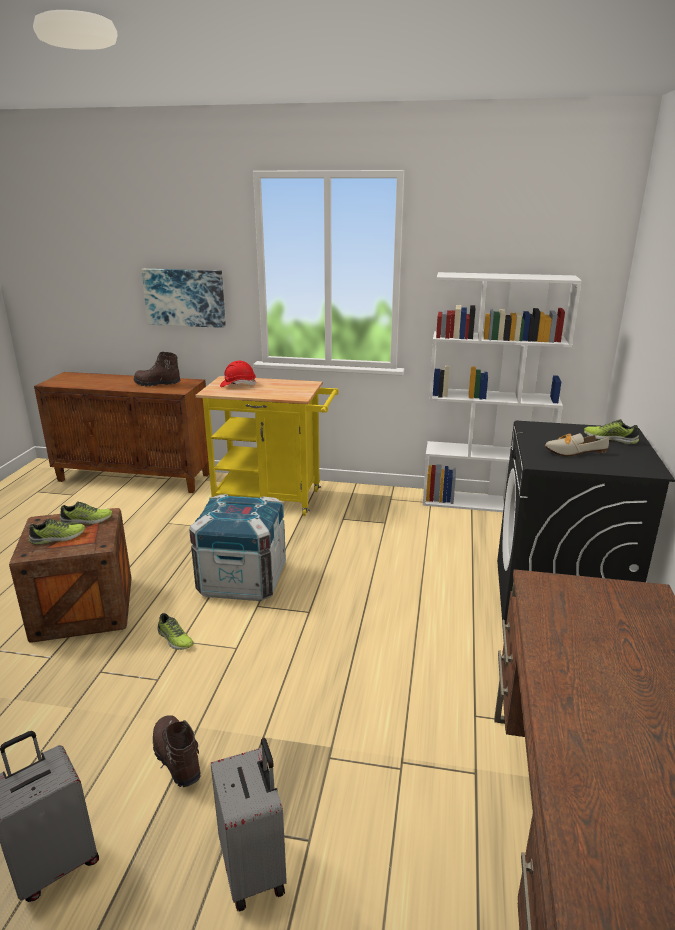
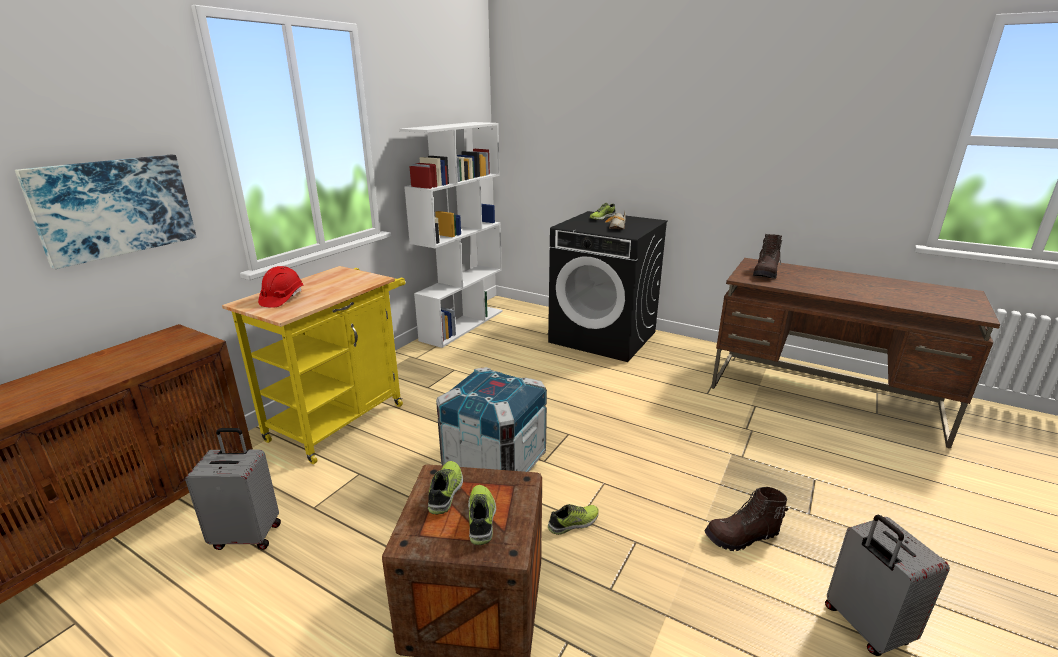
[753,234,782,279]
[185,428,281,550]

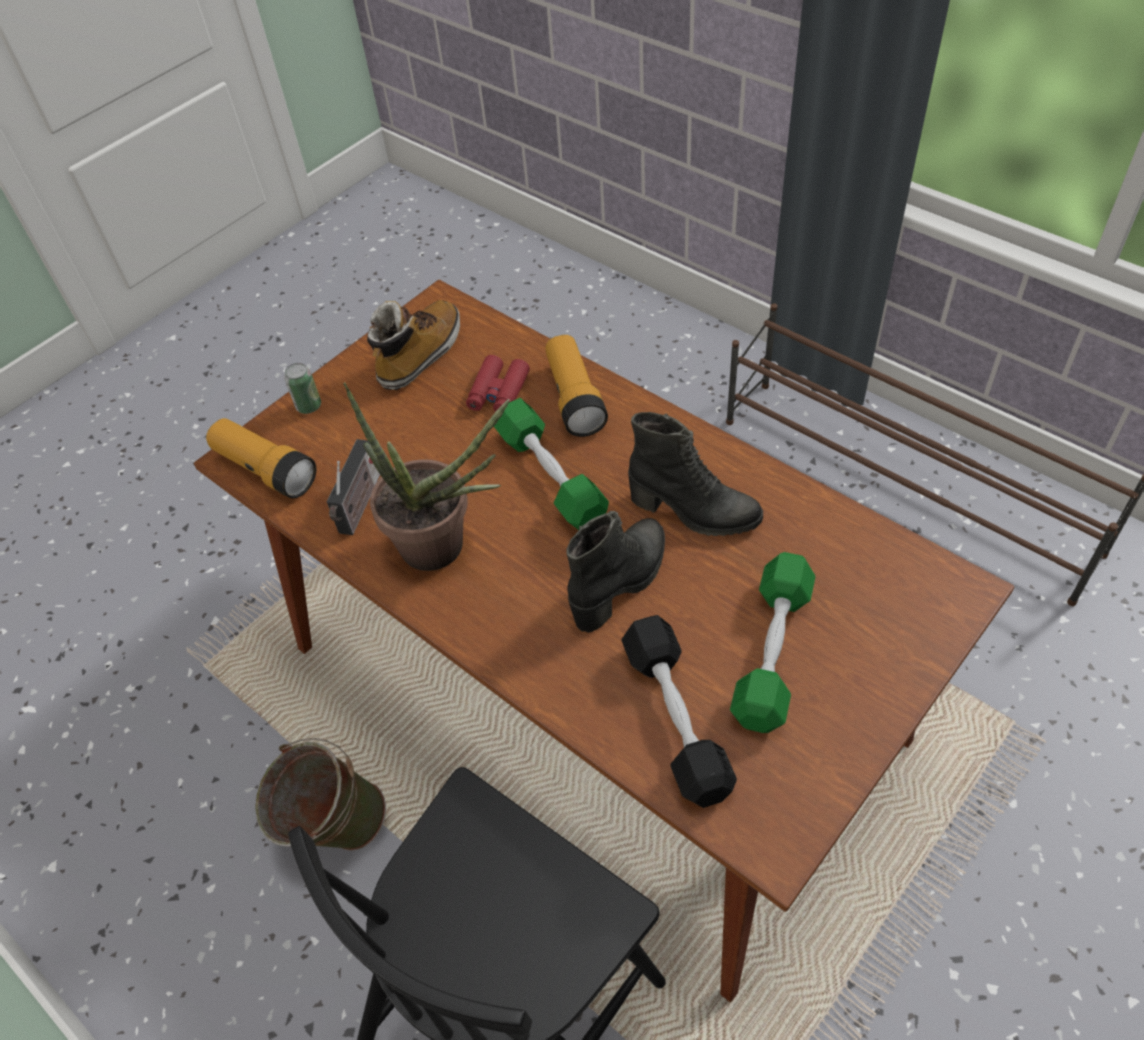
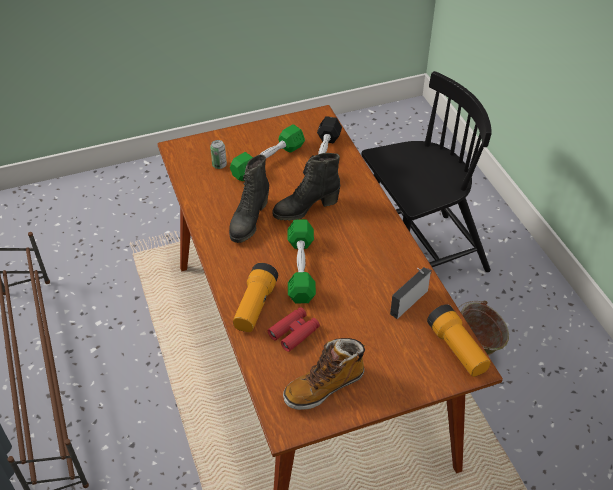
[210,140,227,169]
[343,382,510,571] (first image)
[229,154,269,243]

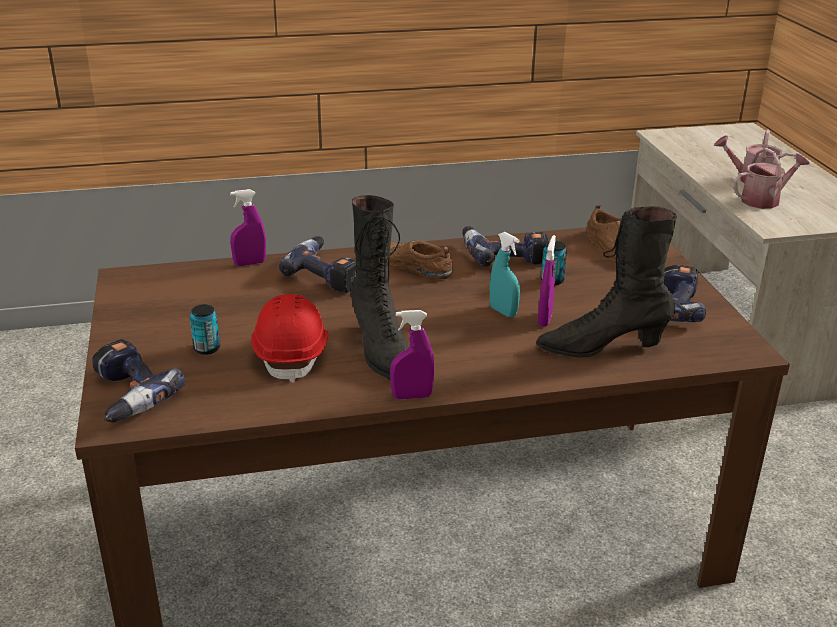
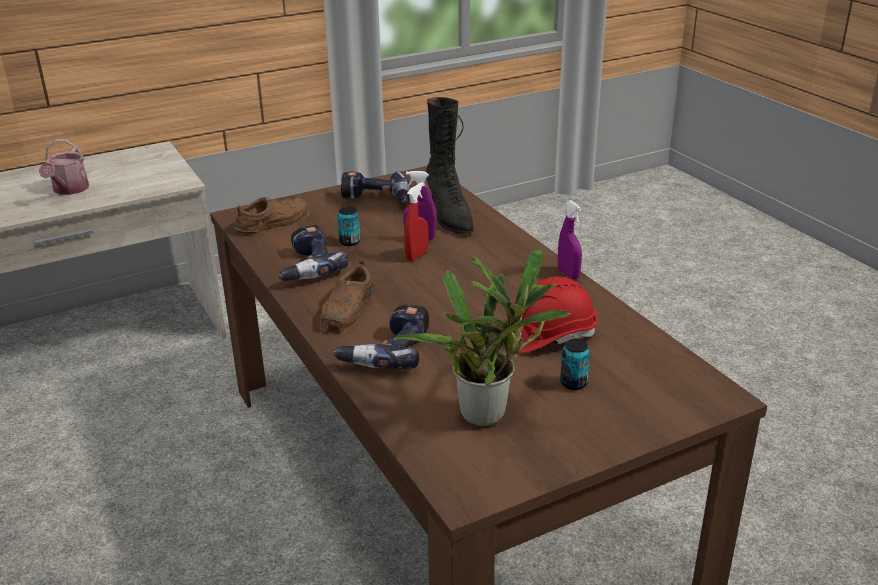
[733,148,809,209] (first image)
[230,189,266,266] (first image)
[351,195,408,381] (first image)
[404,183,429,261]
[92,339,185,423] (first image)
[393,248,571,427]

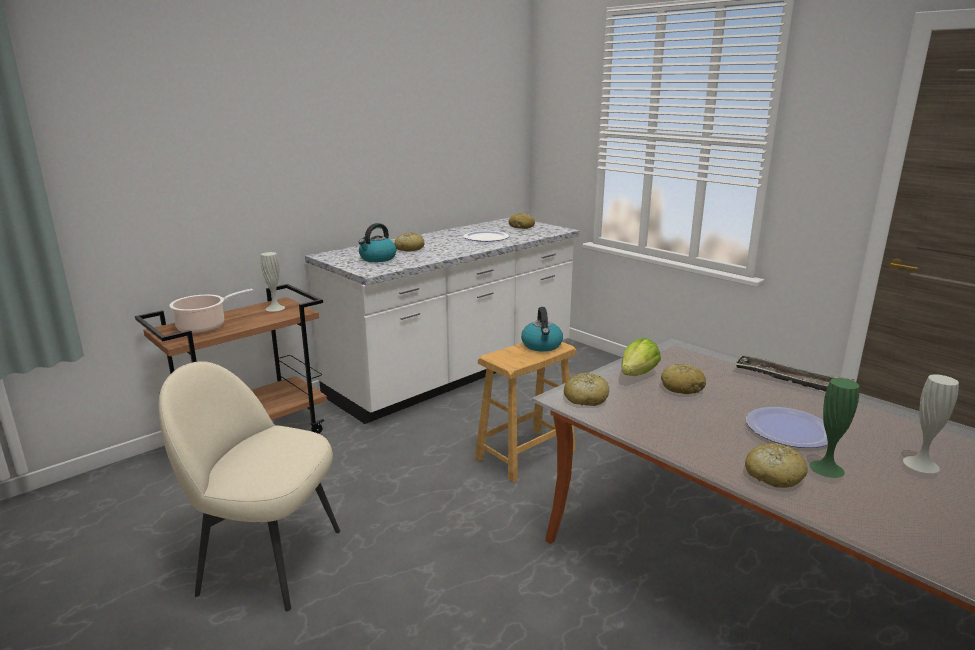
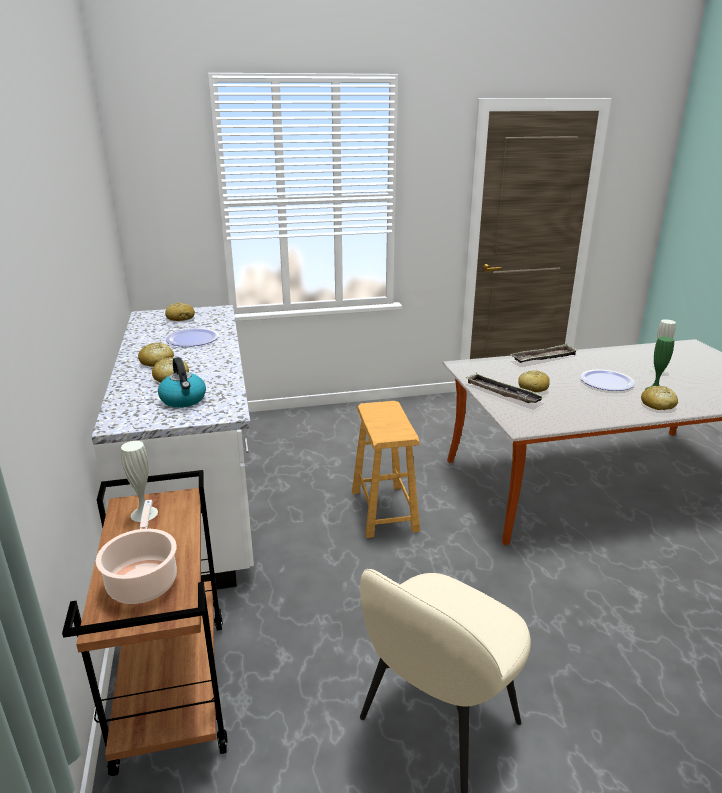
[521,307,563,352] (first image)
[465,374,545,403]
[138,343,174,367]

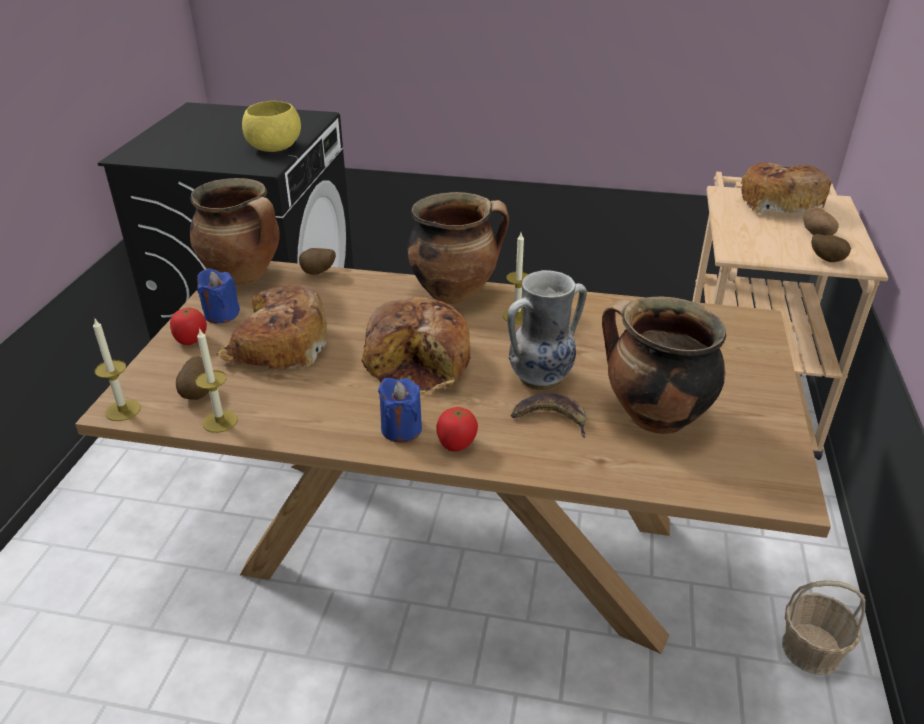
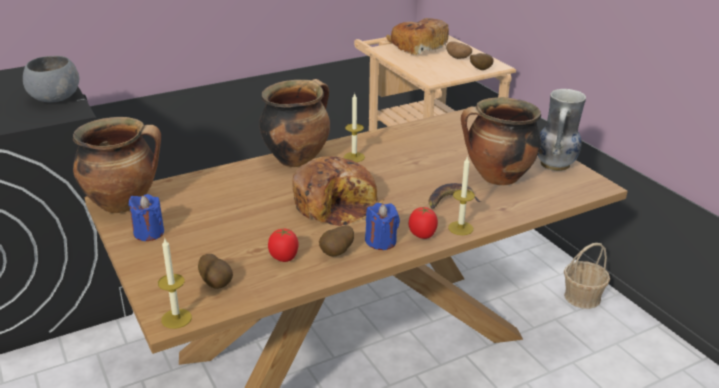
[23,56,79,103]
[319,225,354,257]
[537,89,586,171]
[216,284,328,370] (first image)
[268,229,299,262]
[448,156,475,235]

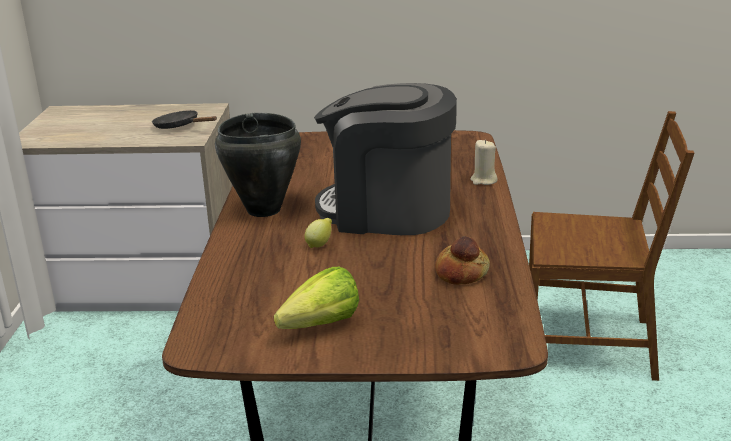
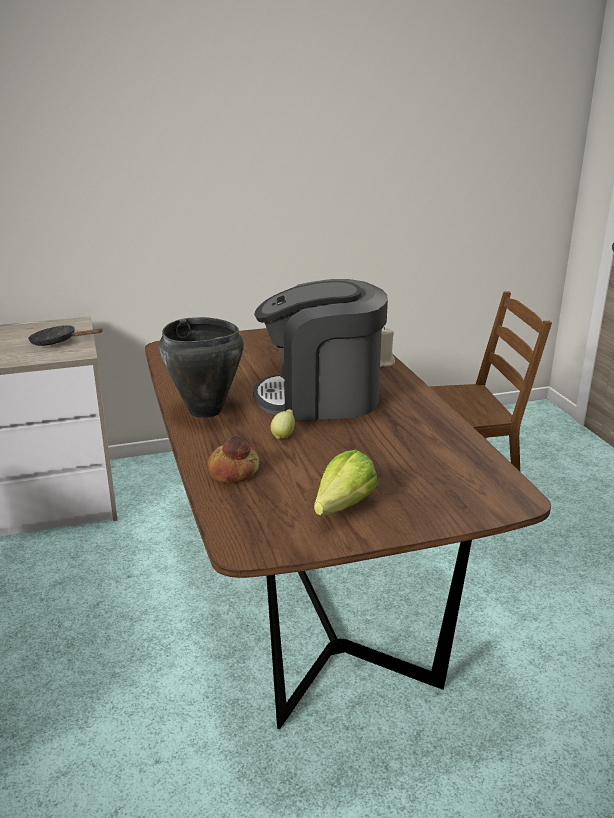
[207,436,259,483]

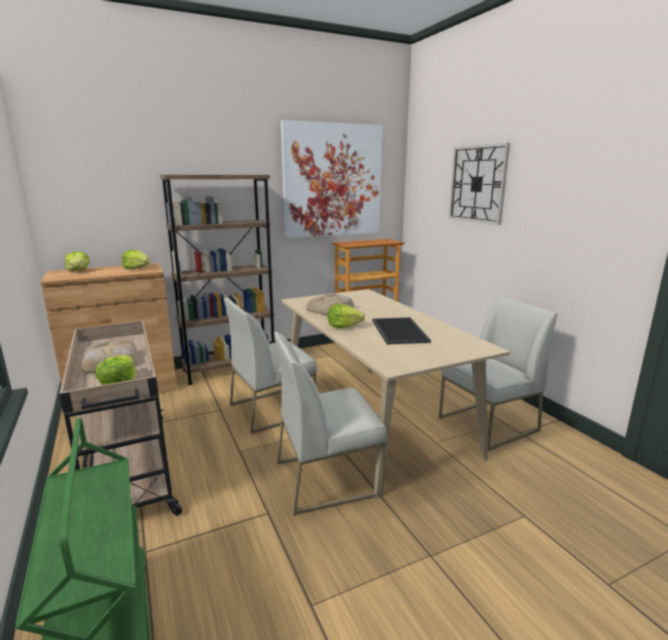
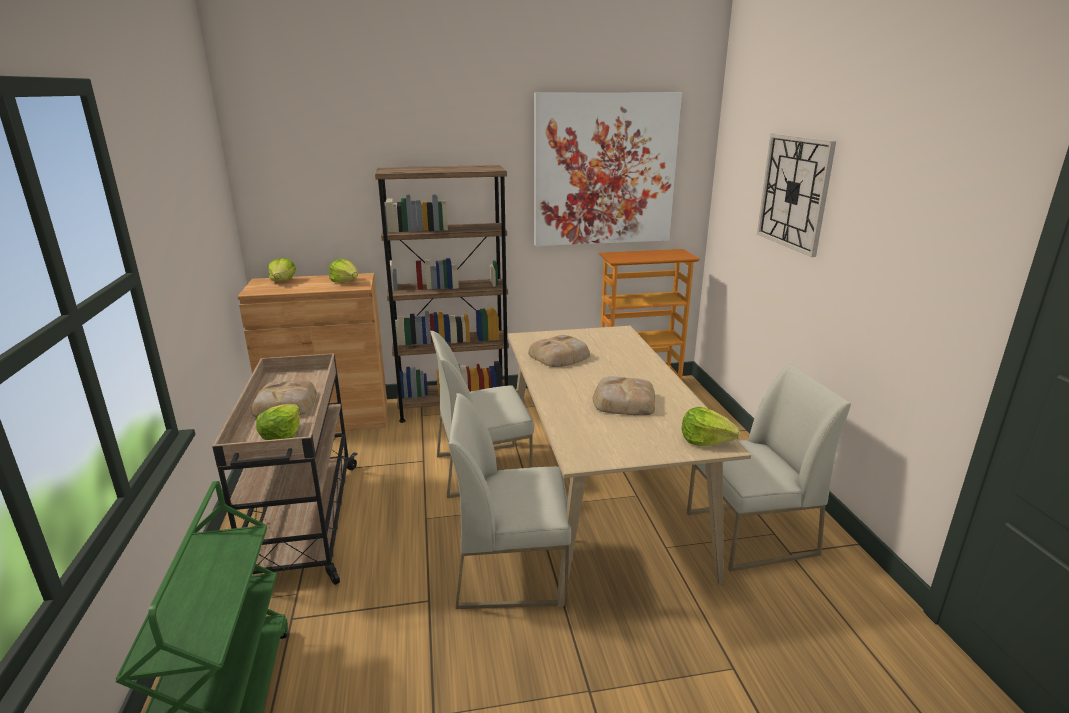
[682,407,740,446]
[593,377,655,415]

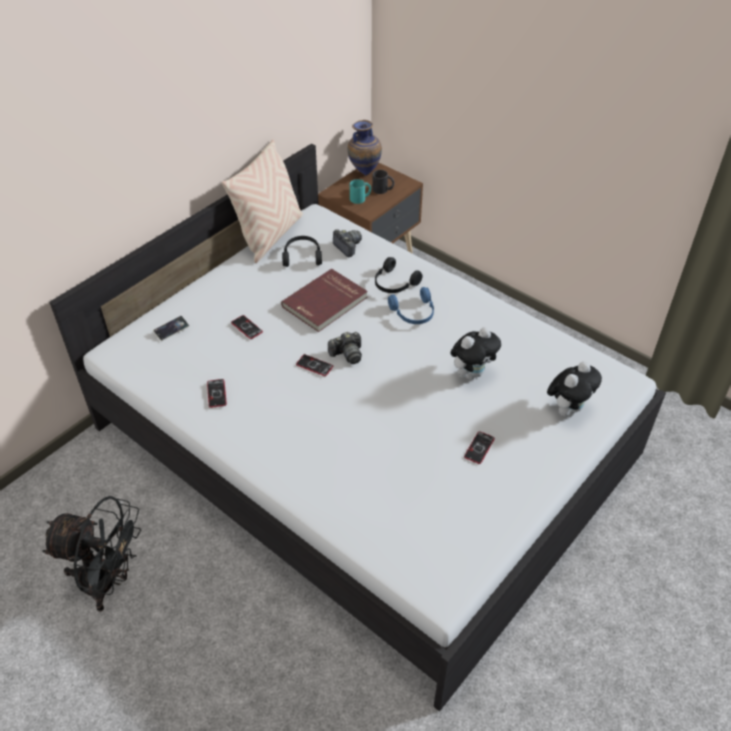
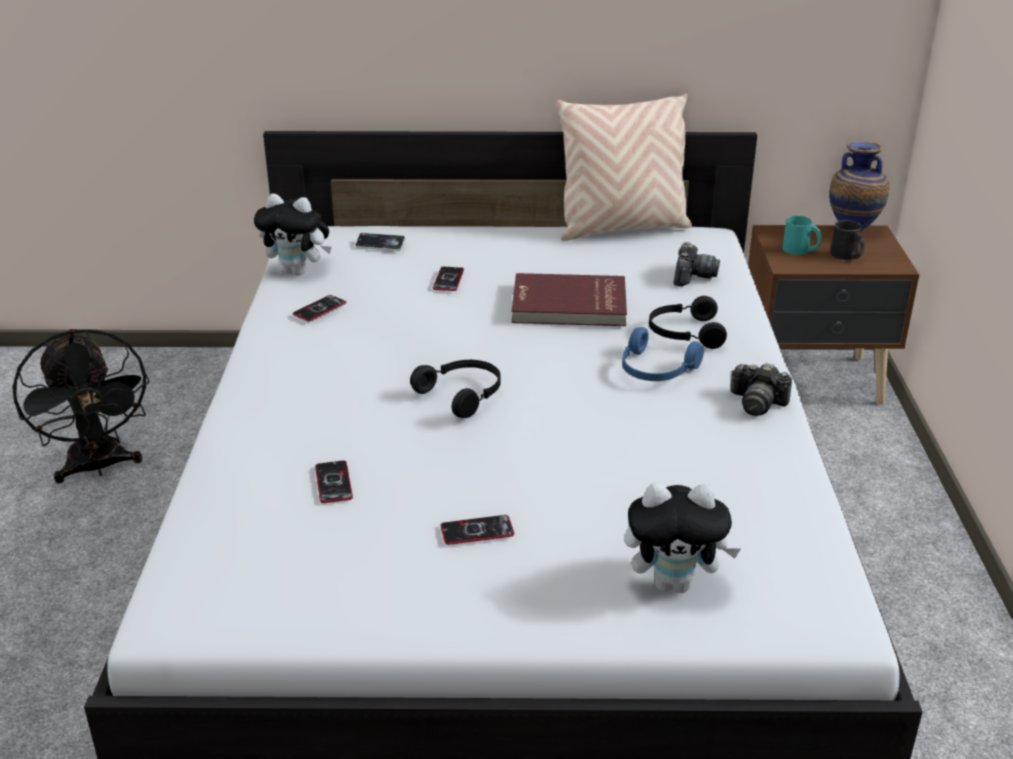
[410,360,501,418]
[254,193,332,276]
[731,363,792,416]
[315,460,353,503]

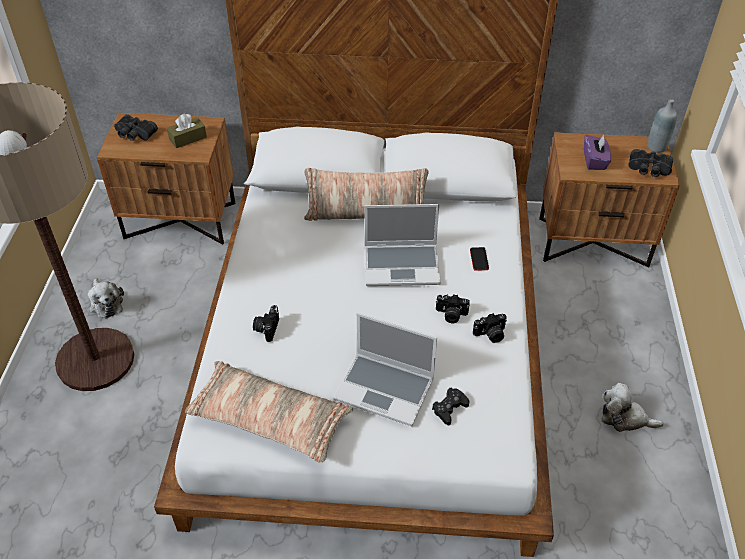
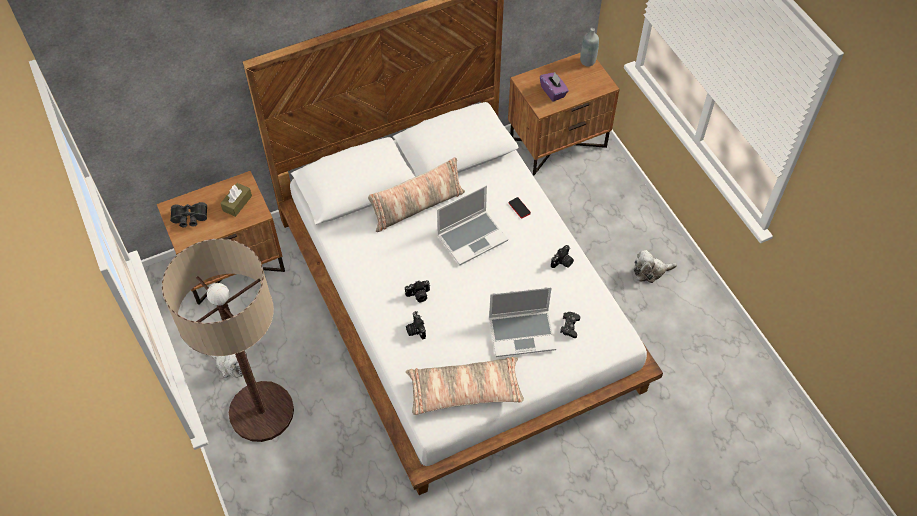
[628,149,673,177] (first image)
[405,280,430,302]

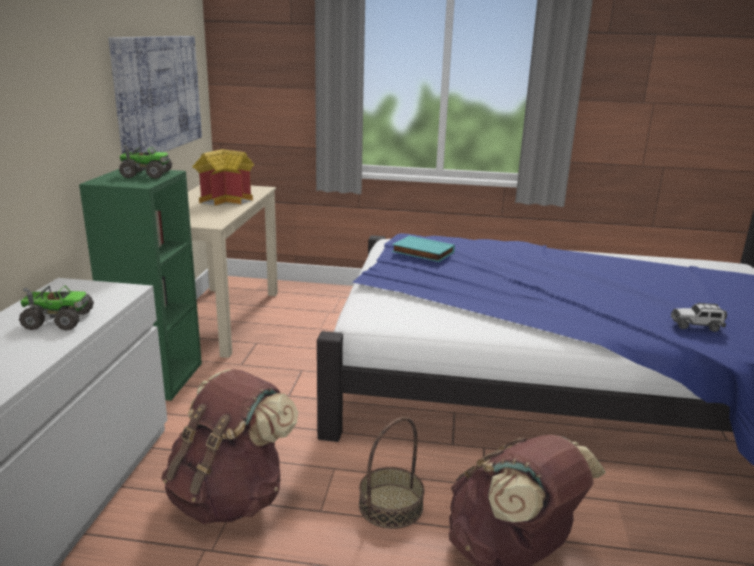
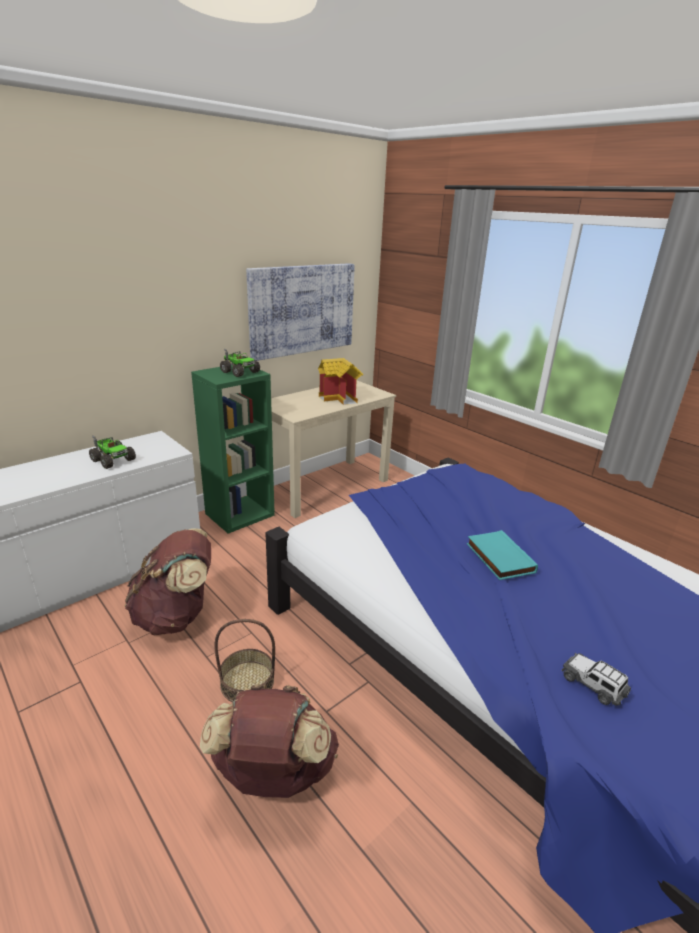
[467,530,538,580]

